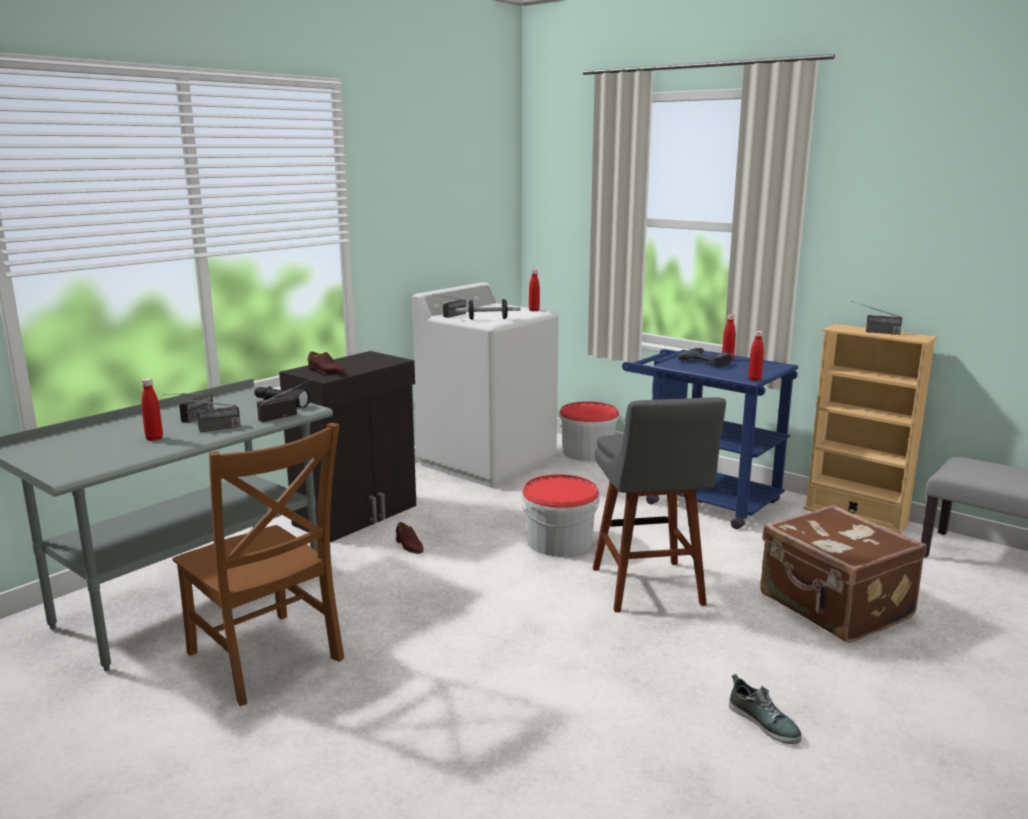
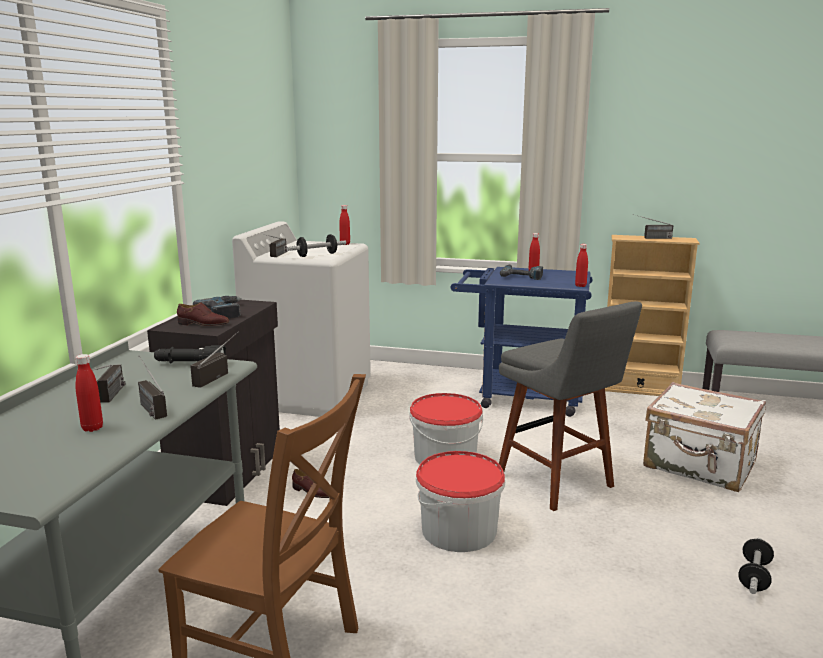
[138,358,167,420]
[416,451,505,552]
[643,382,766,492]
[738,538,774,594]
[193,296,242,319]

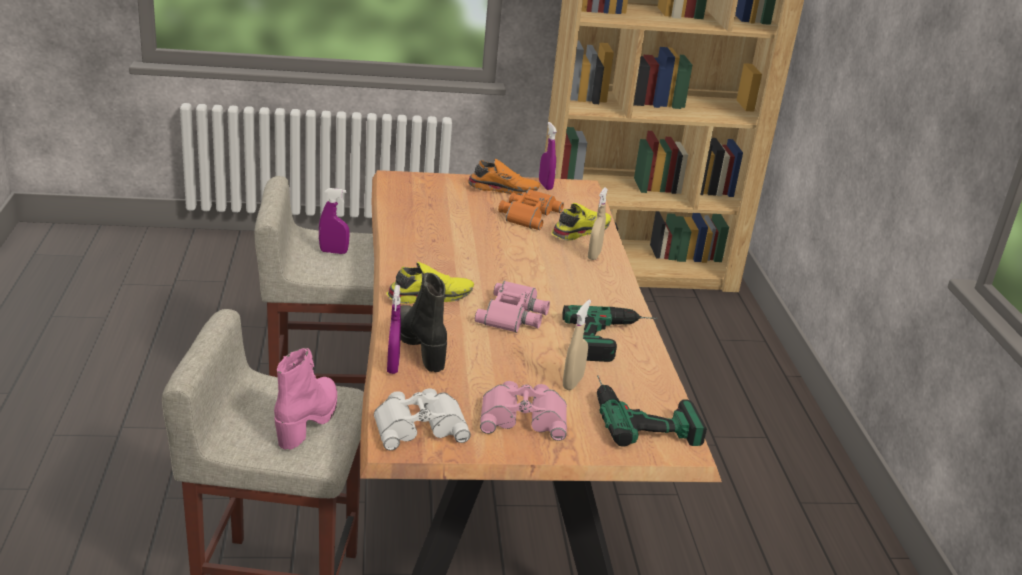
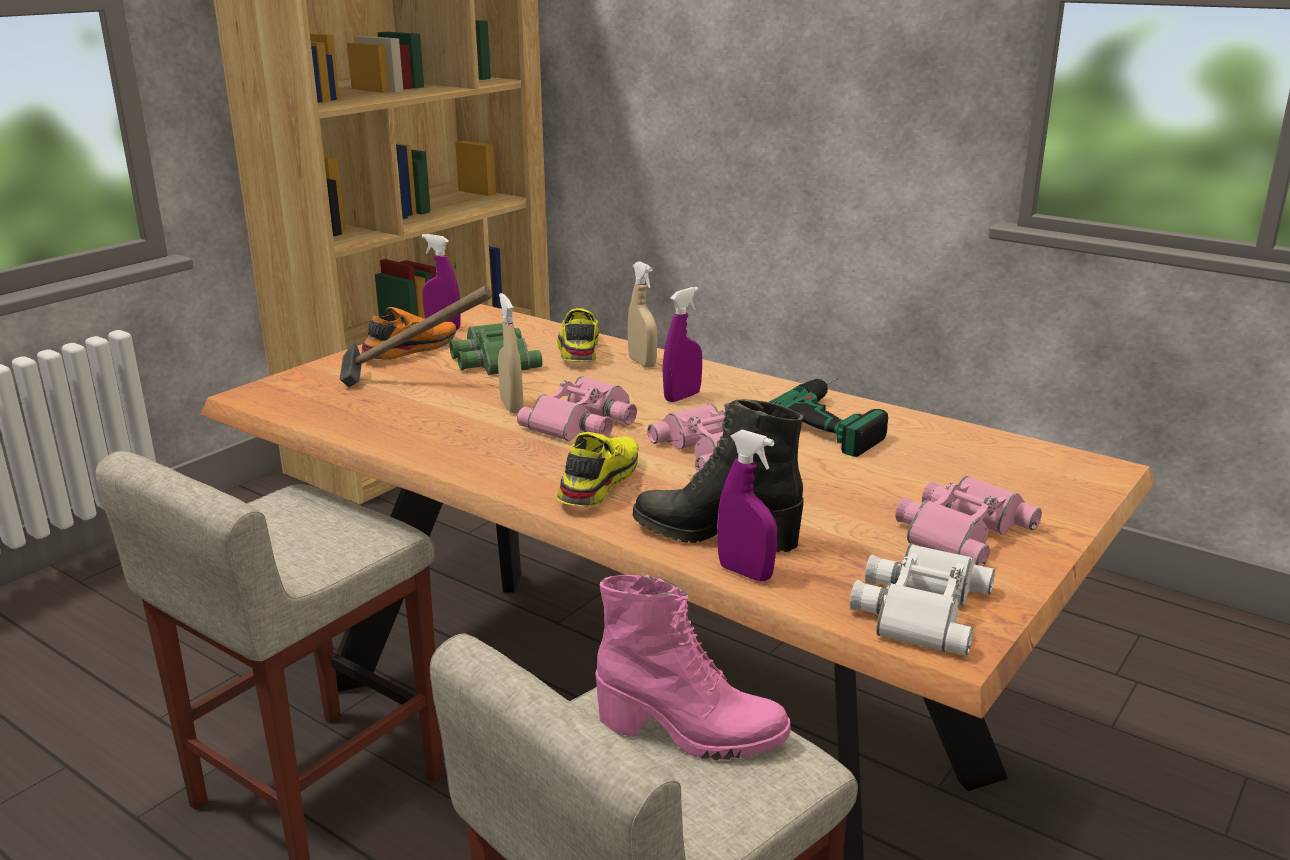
[663,287,702,402]
[450,323,543,375]
[498,293,523,414]
[595,574,791,761]
[597,376,707,447] (first image)
[340,286,492,387]
[517,376,637,441]

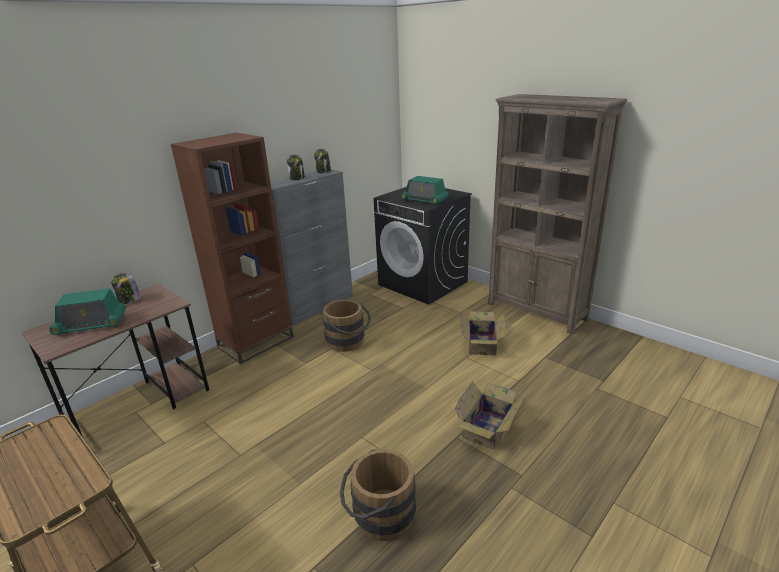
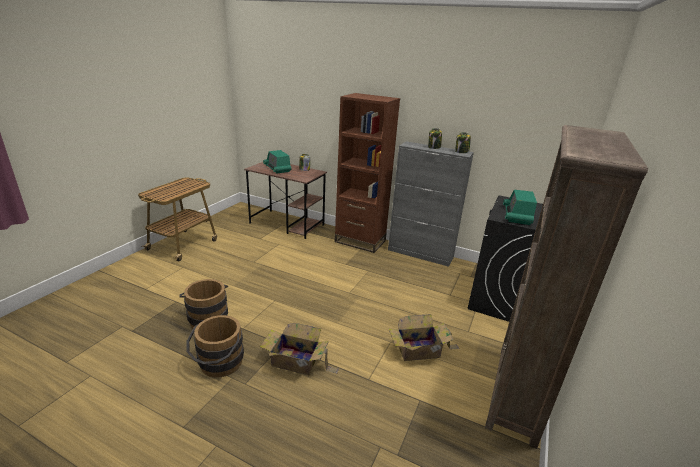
[186,315,244,377]

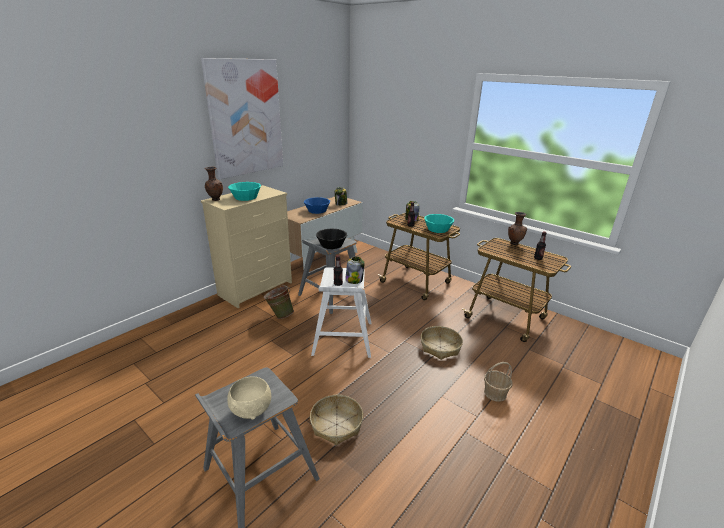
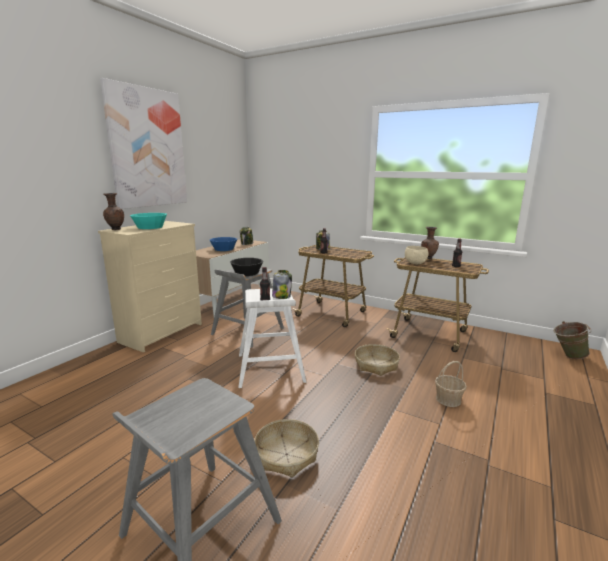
[424,214,454,233] (first image)
[554,321,591,359]
[405,246,429,264]

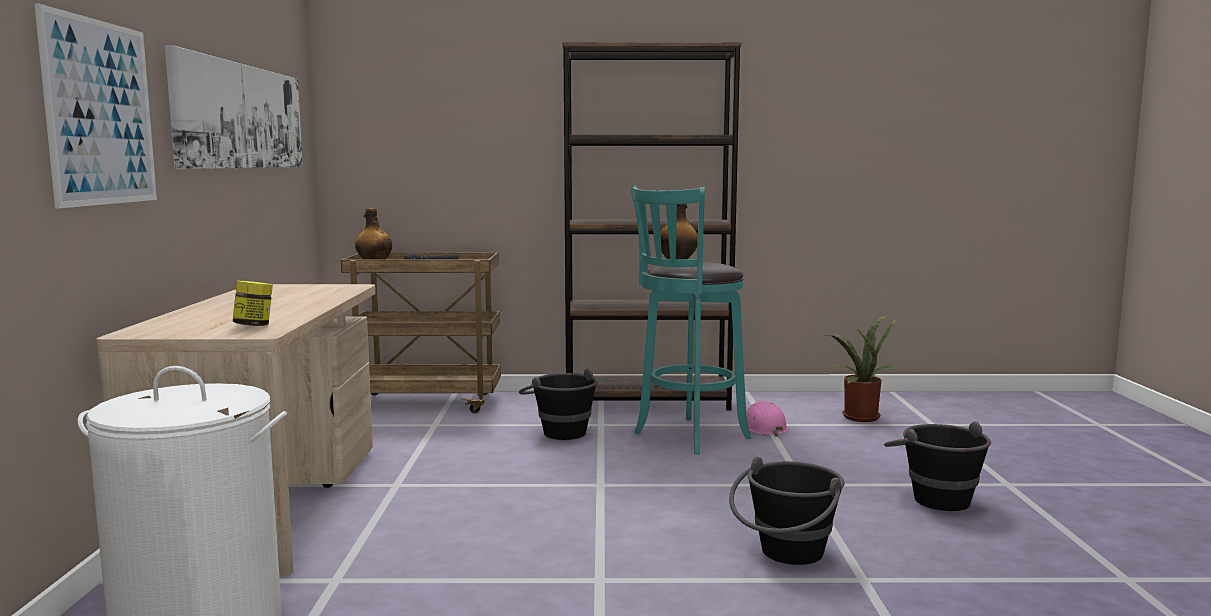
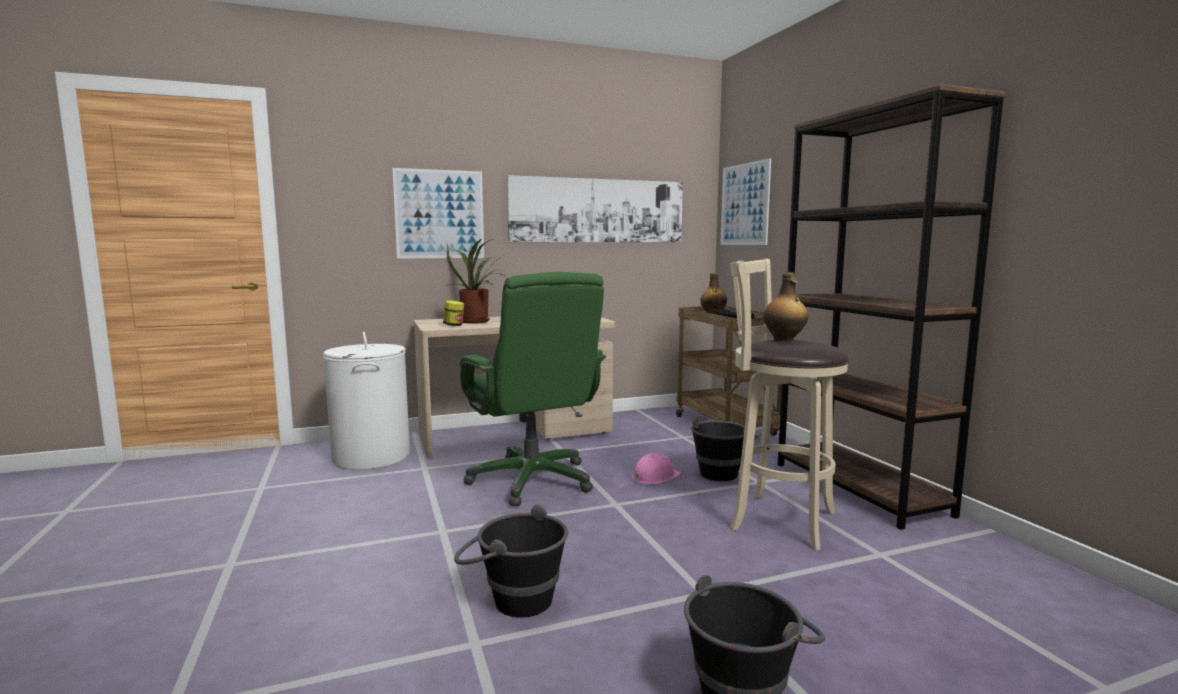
[730,259,849,551]
[444,239,509,324]
[632,453,681,484]
[720,158,771,245]
[460,272,606,506]

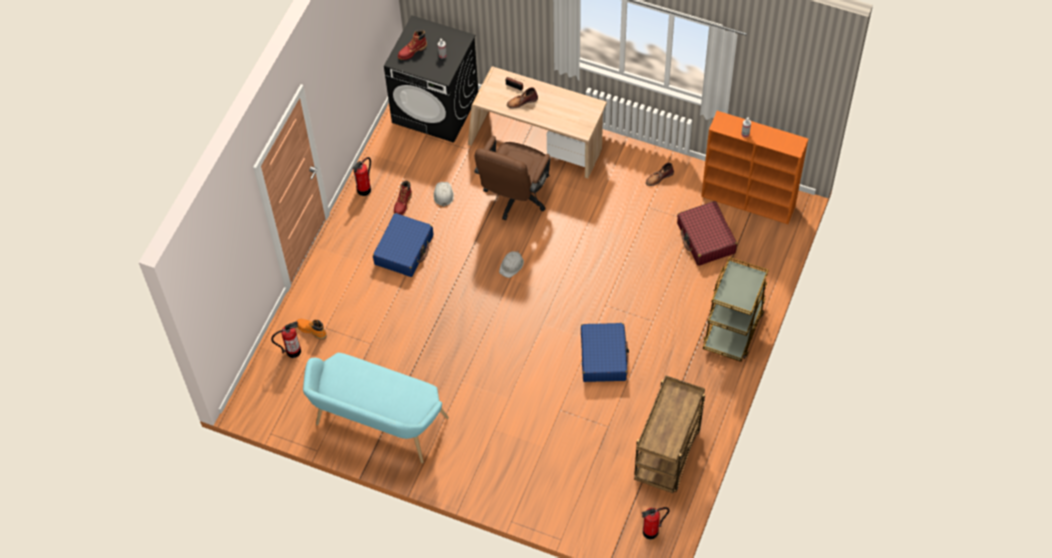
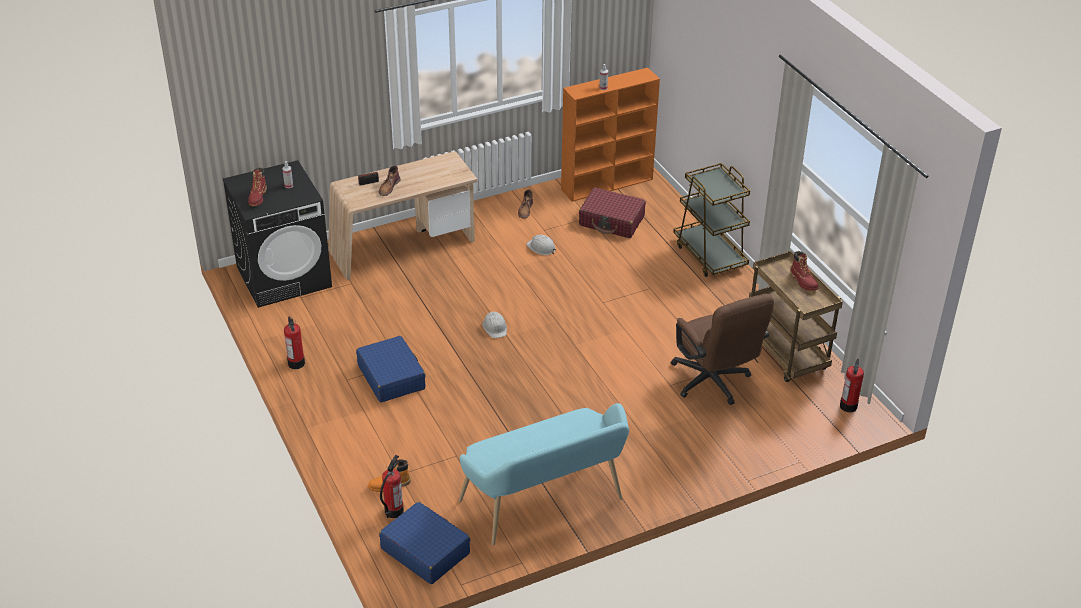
[671,294,774,405]
[790,251,819,291]
[526,235,556,255]
[379,502,470,584]

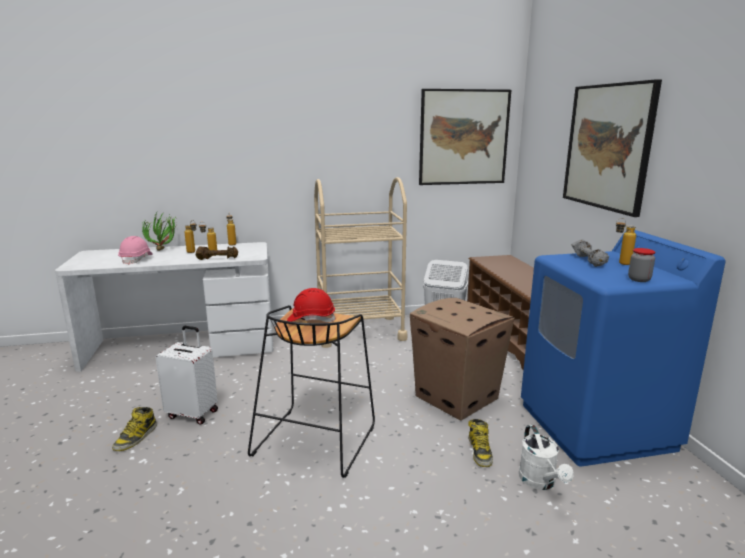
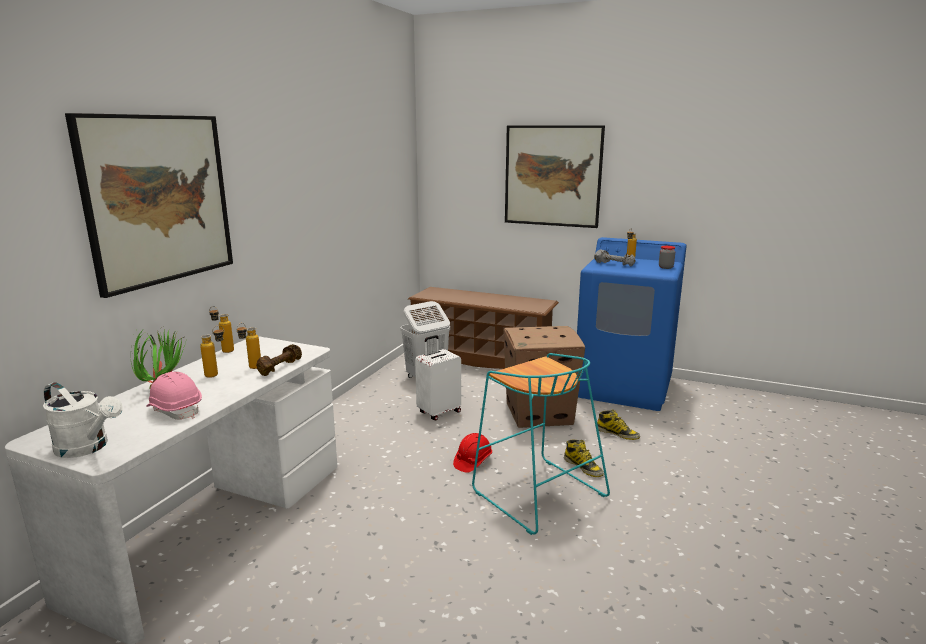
[65,113,233,298]
[314,177,407,348] (first image)
[453,433,492,473]
[472,353,610,535]
[415,335,461,420]
[564,440,604,477]
[43,382,123,458]

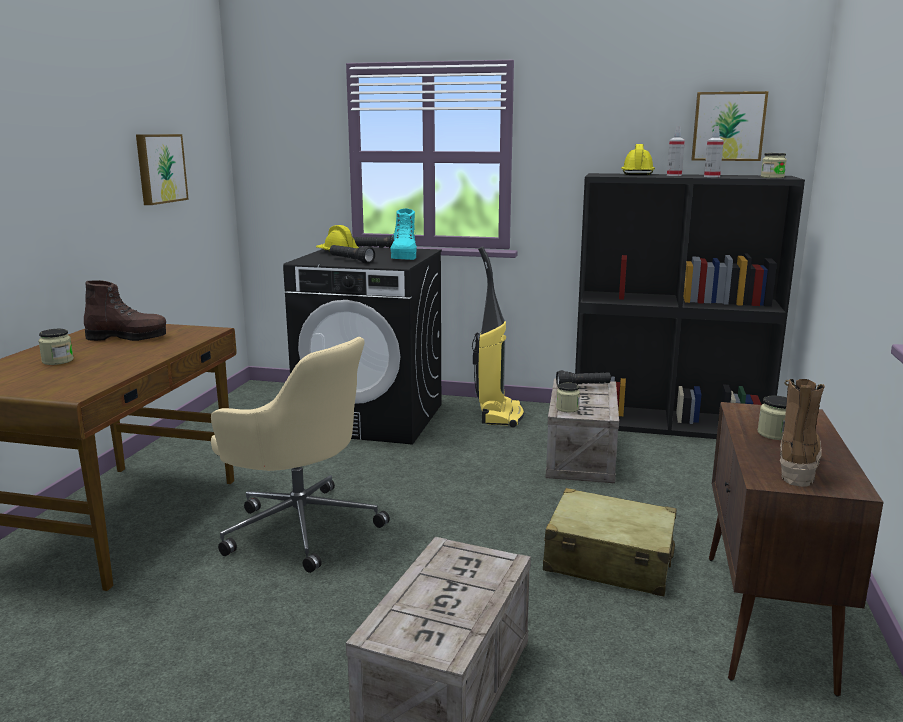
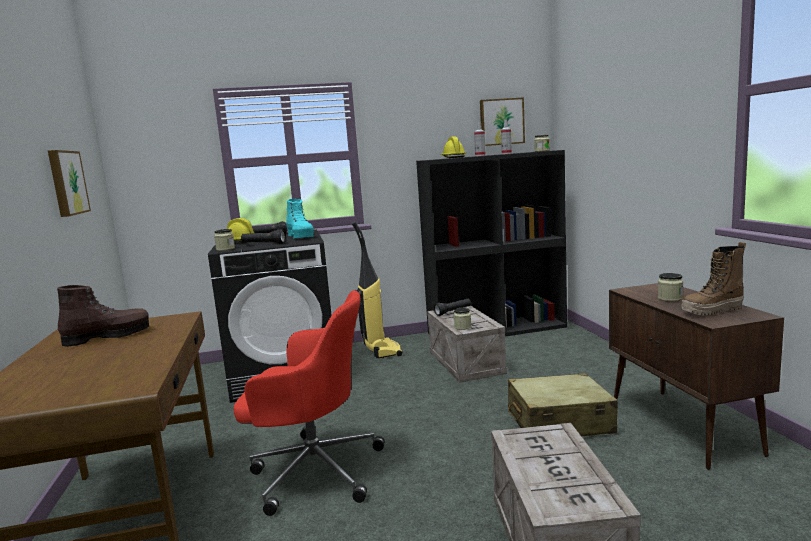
[214,229,235,251]
[234,290,385,516]
[681,242,746,315]

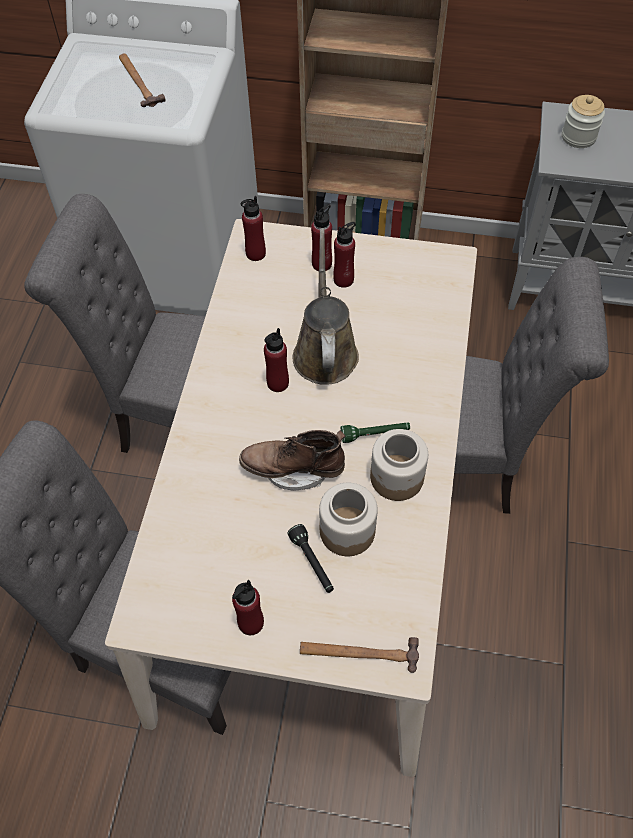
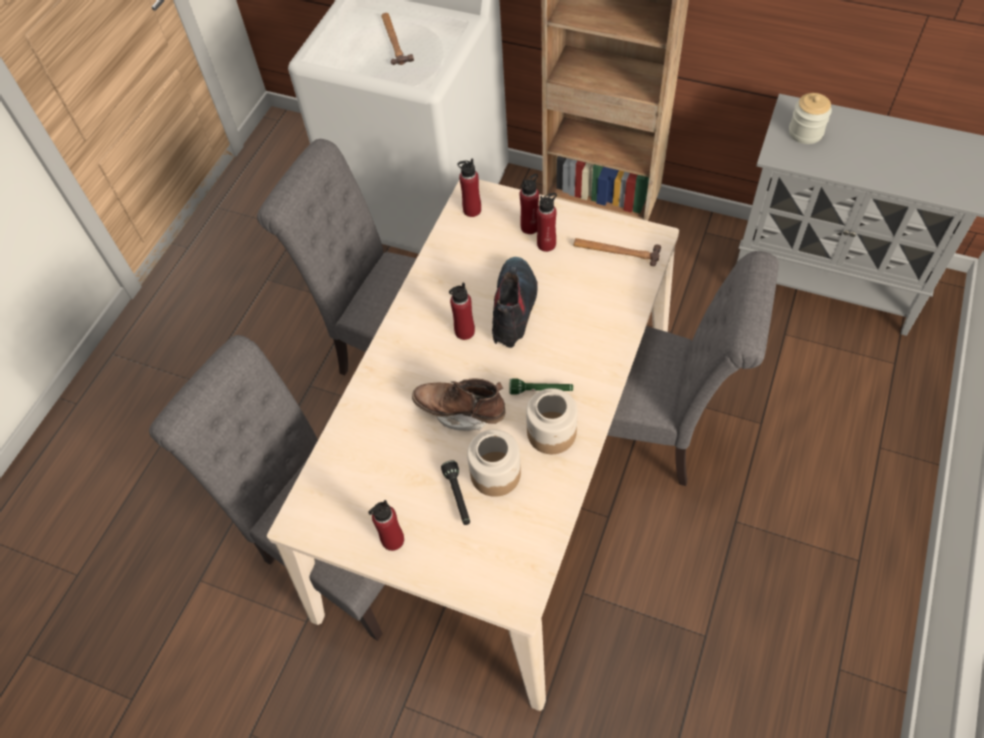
[492,257,538,348]
[574,238,661,266]

